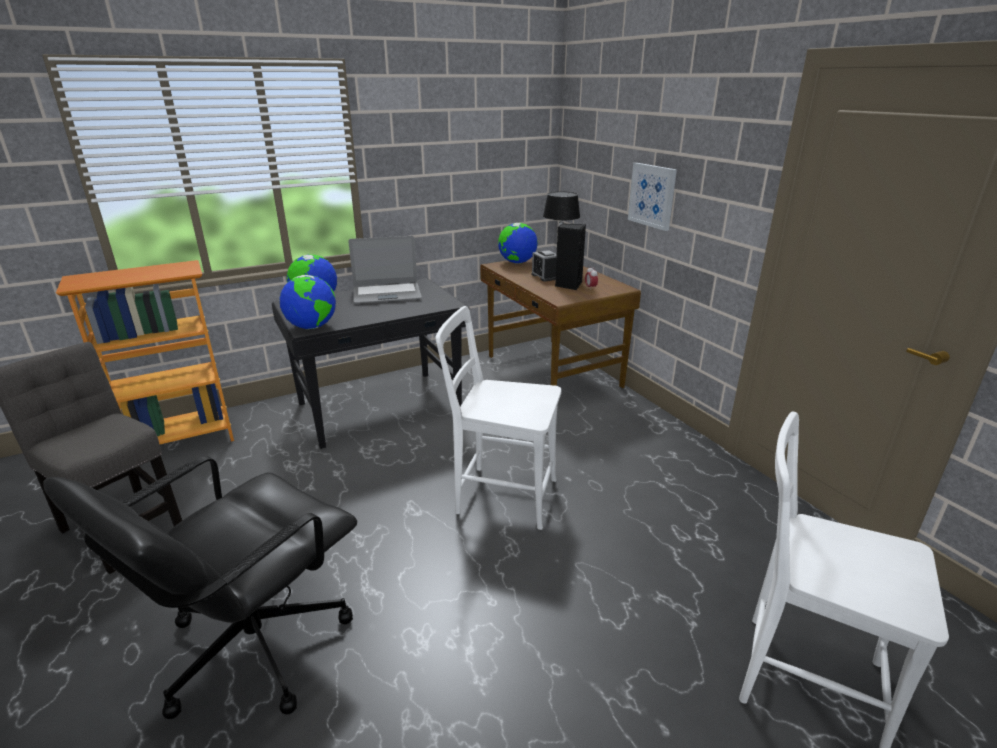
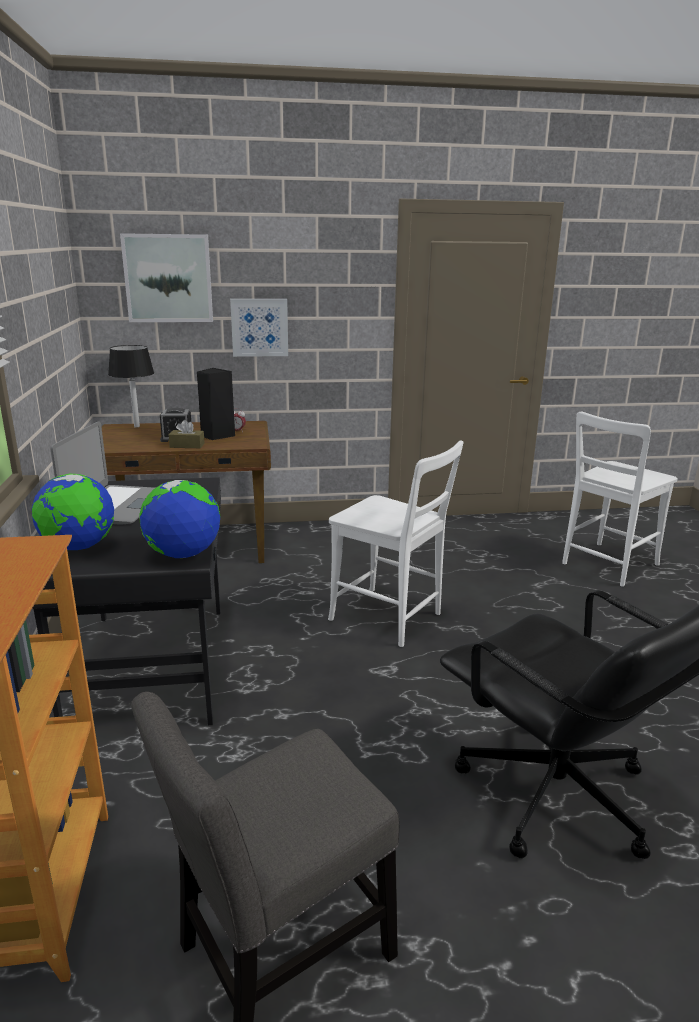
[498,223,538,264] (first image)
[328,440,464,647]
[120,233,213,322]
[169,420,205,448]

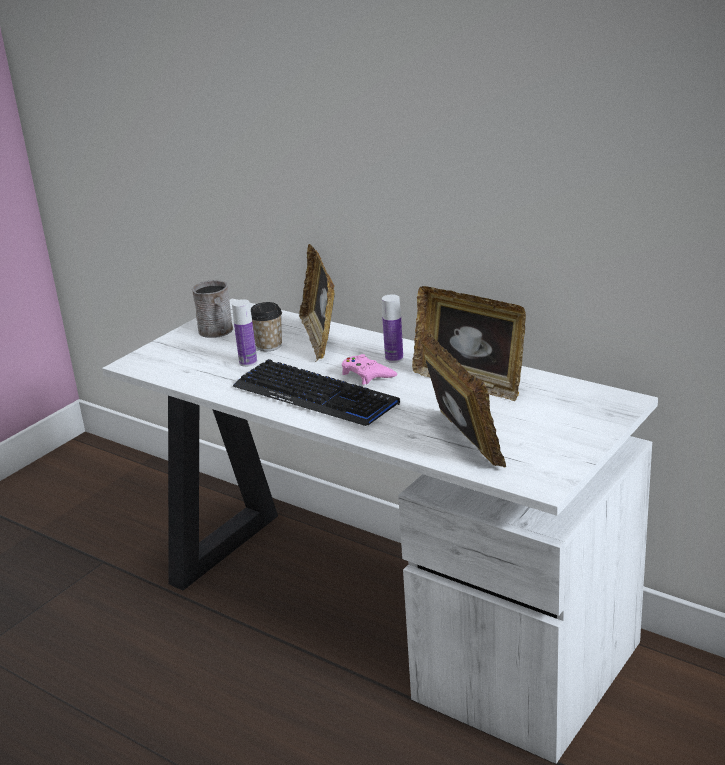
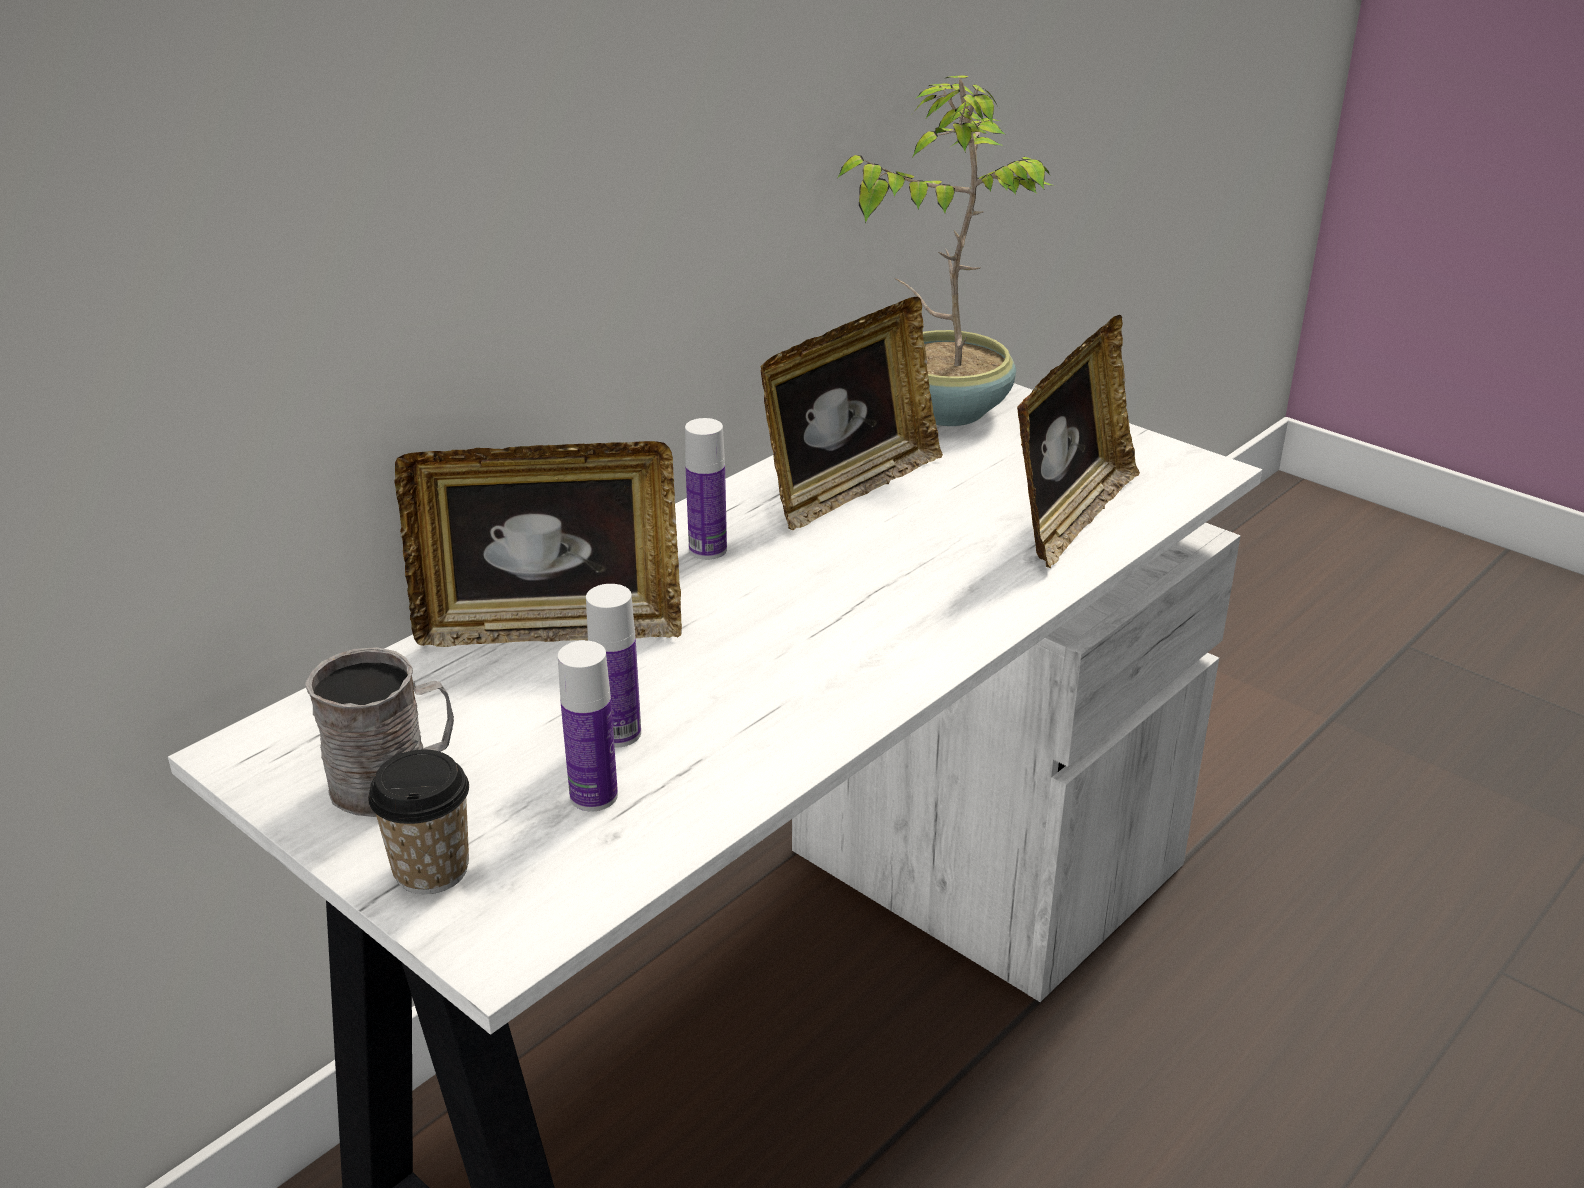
[368,750,469,894]
[1017,315,1140,568]
[342,354,397,385] (first image)
[232,359,400,426] (first image)
[838,75,1055,426]
[558,640,618,811]

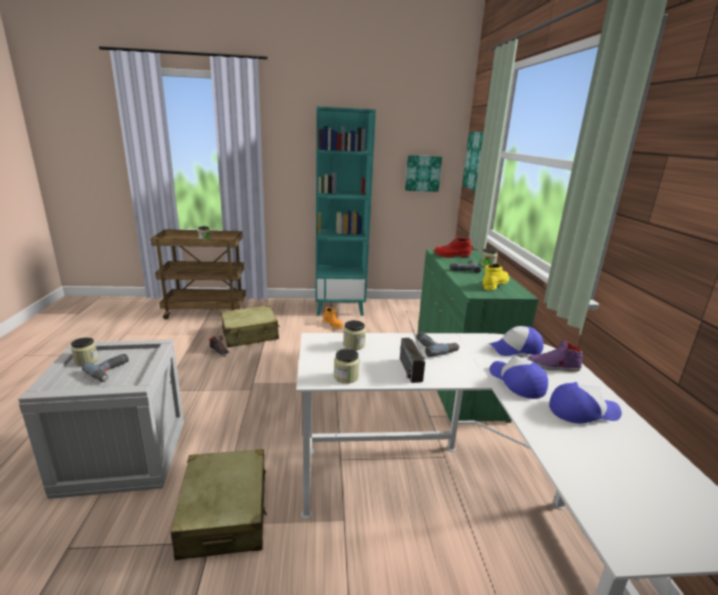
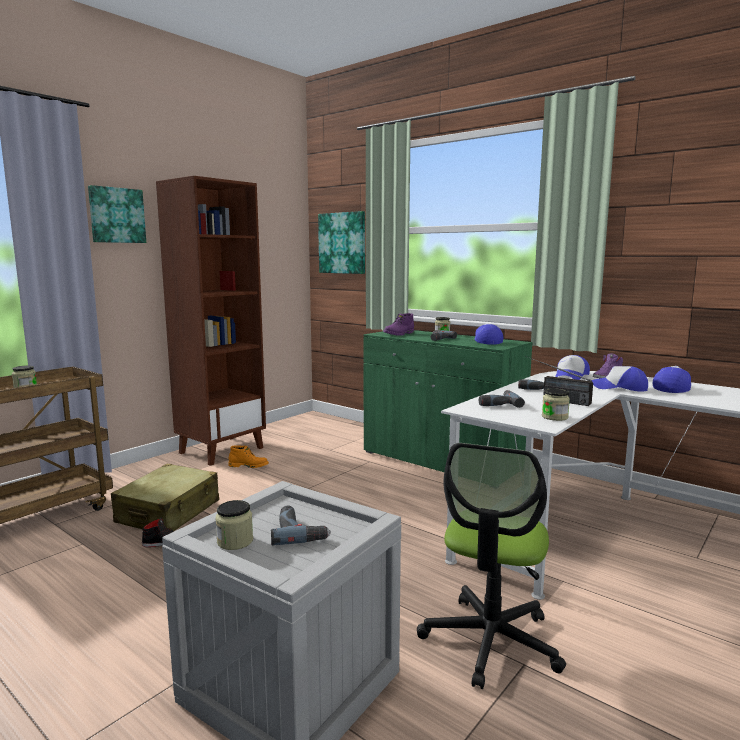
[156,176,266,466]
[88,185,146,243]
[383,313,414,336]
[474,323,503,345]
[479,390,525,408]
[417,443,566,689]

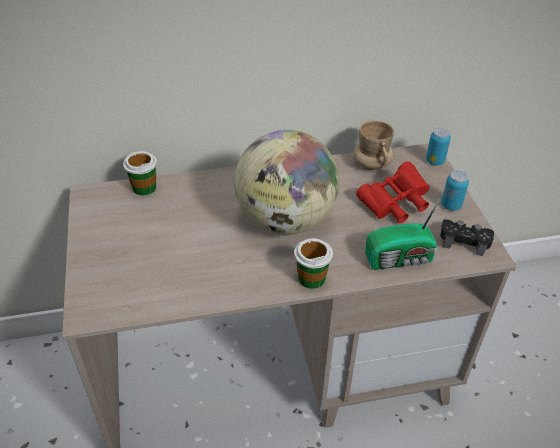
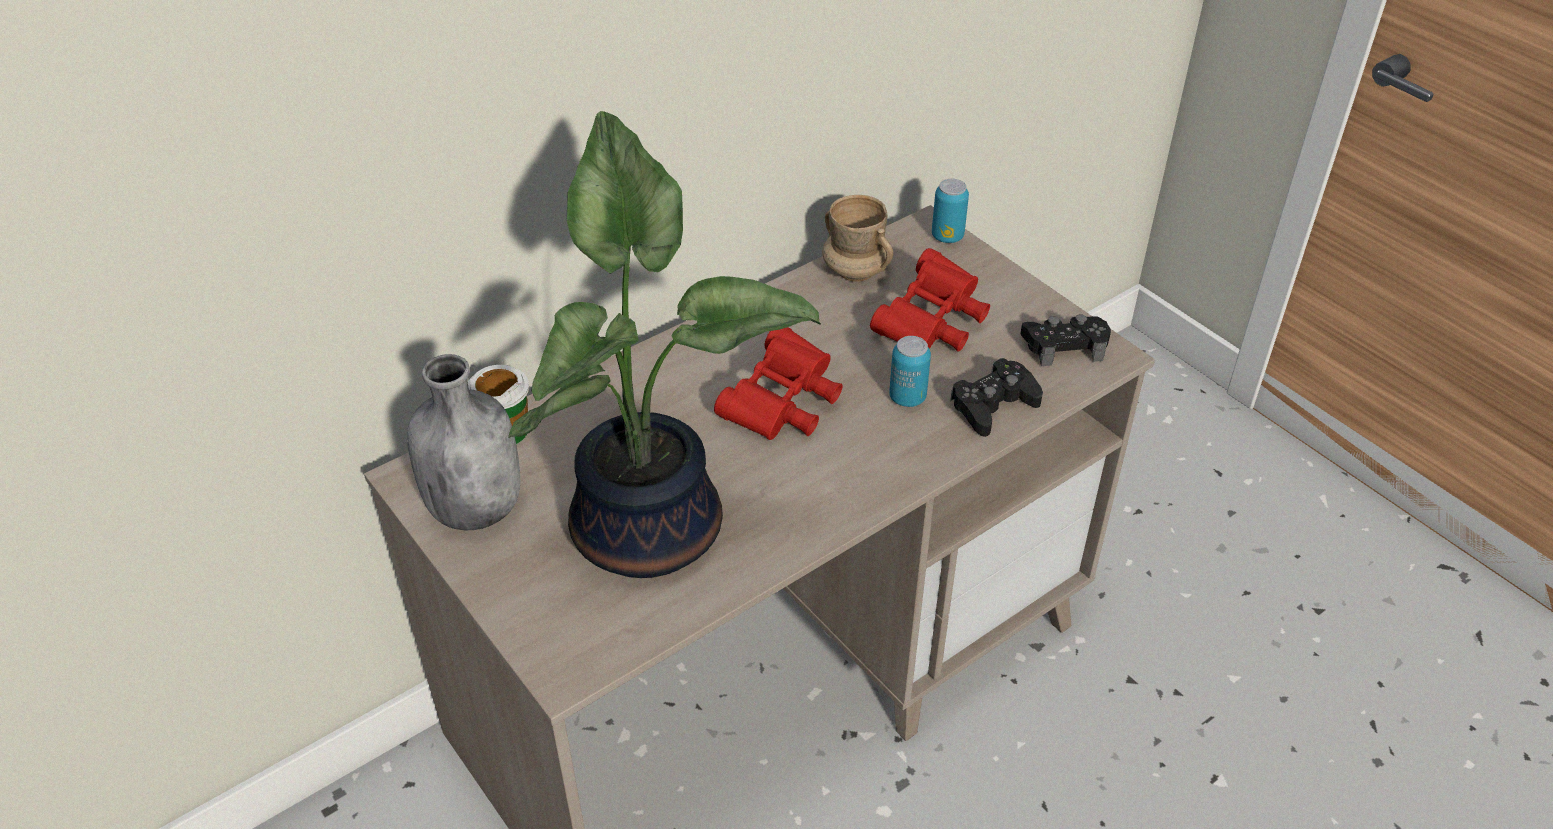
[714,327,843,440]
[889,336,931,407]
[950,358,1043,437]
[294,238,333,289] (first image)
[508,111,821,578]
[407,354,520,531]

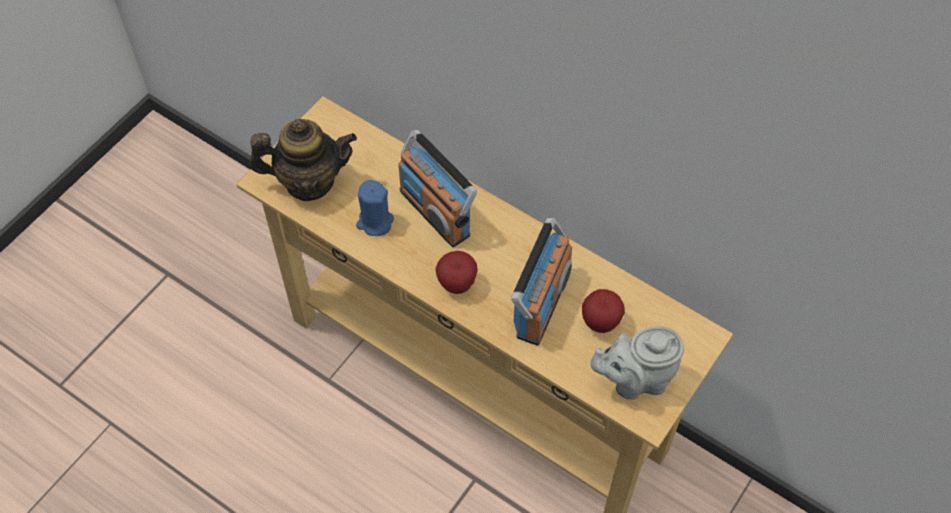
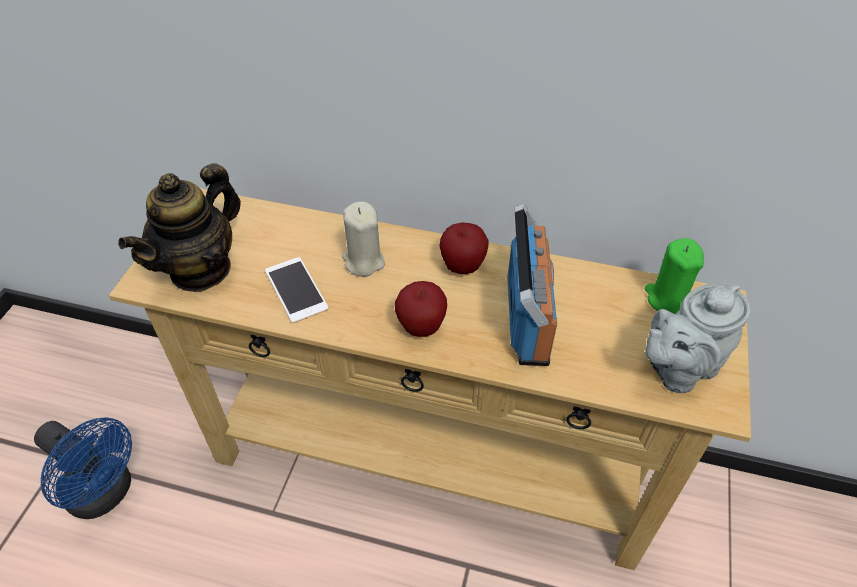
[118,163,241,292]
[342,202,385,277]
[265,257,329,323]
[440,223,489,274]
[645,238,704,314]
[34,417,132,519]

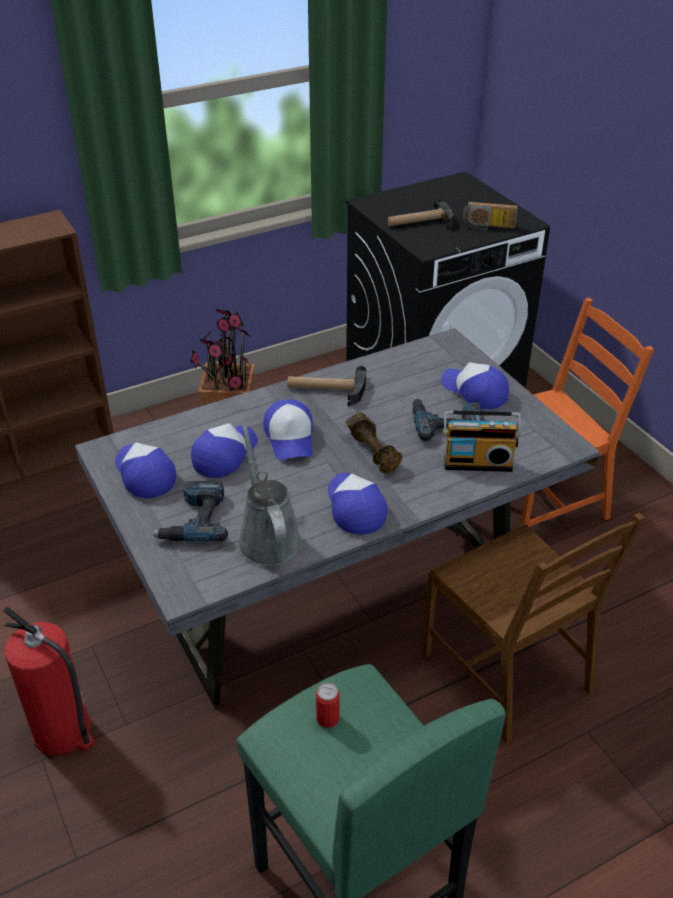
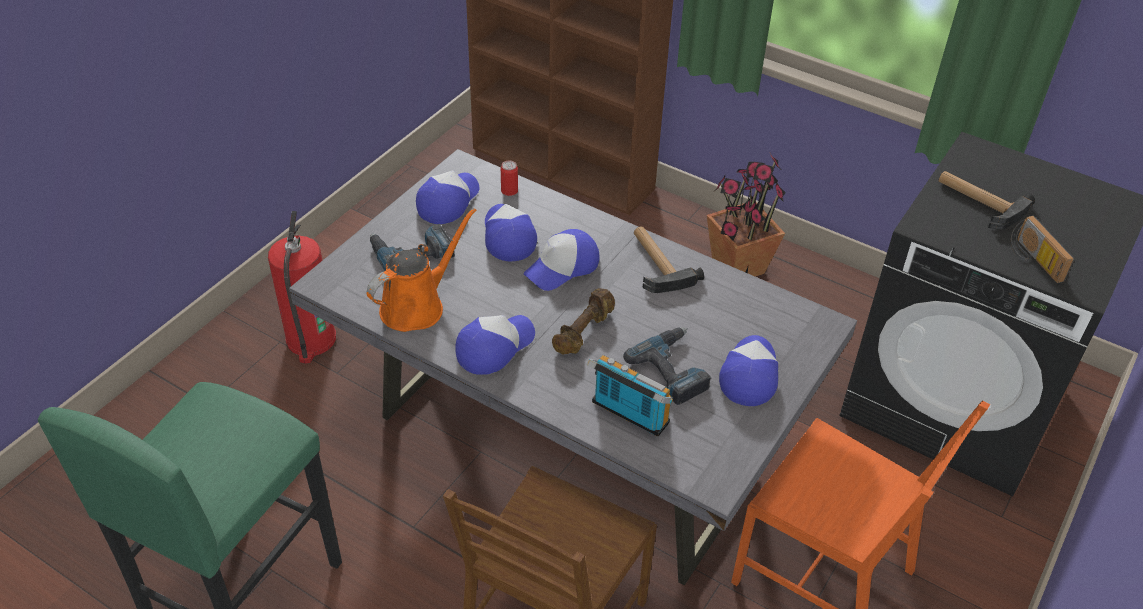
[587,355,673,436]
[485,204,537,261]
[367,208,476,332]
[501,161,518,196]

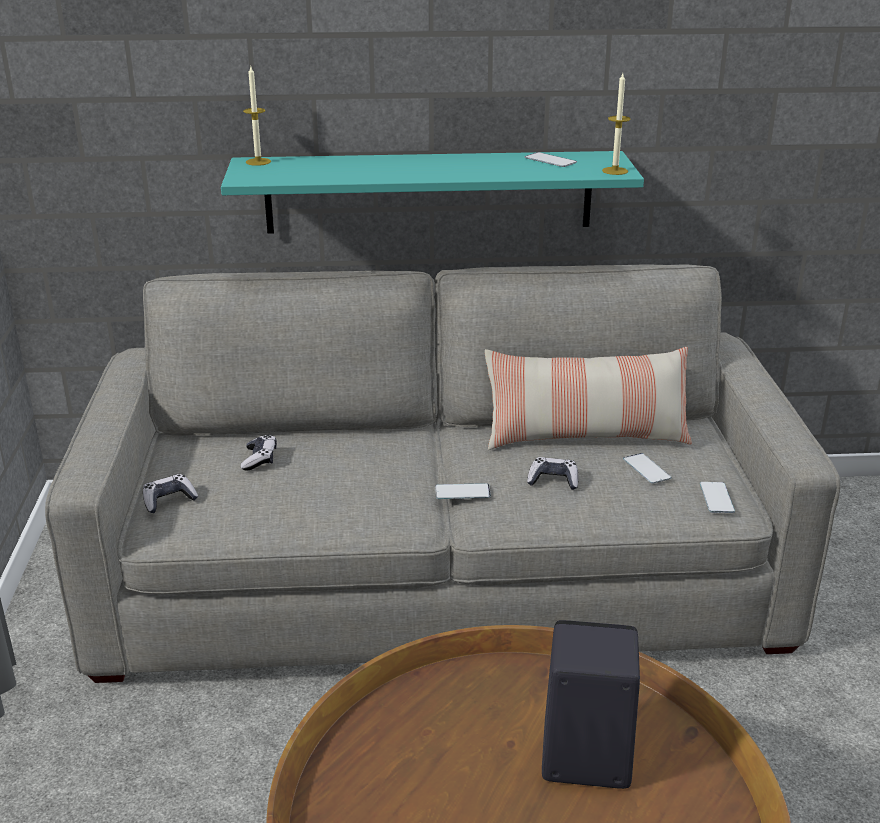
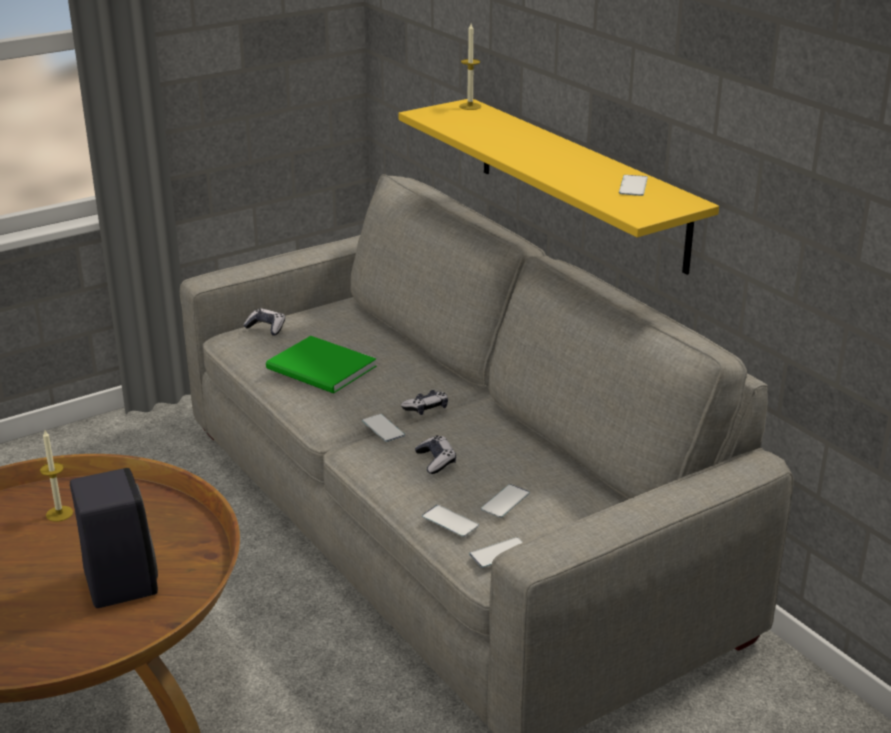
[40,430,73,522]
[398,99,719,275]
[485,347,692,450] (first image)
[401,390,448,415]
[266,336,377,394]
[422,505,479,537]

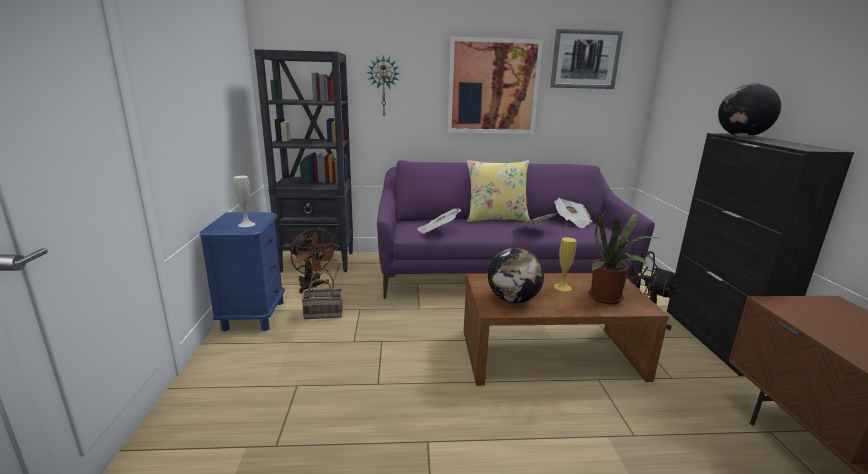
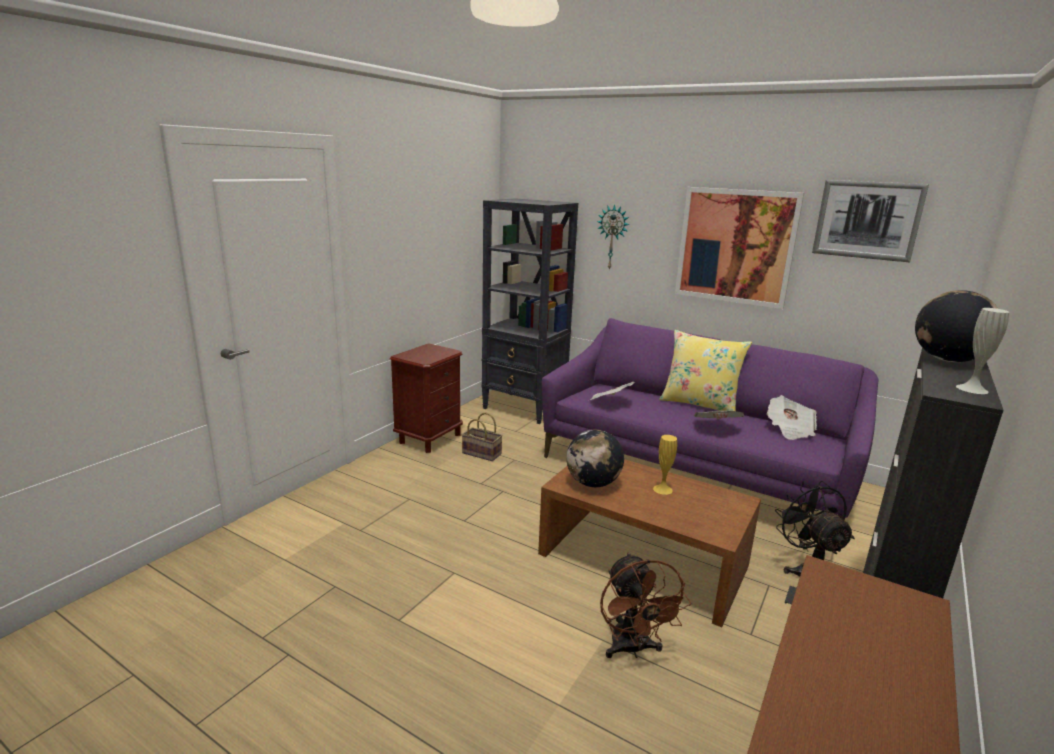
[956,308,1009,394]
[589,207,657,304] (first image)
[390,343,463,453]
[600,552,691,658]

